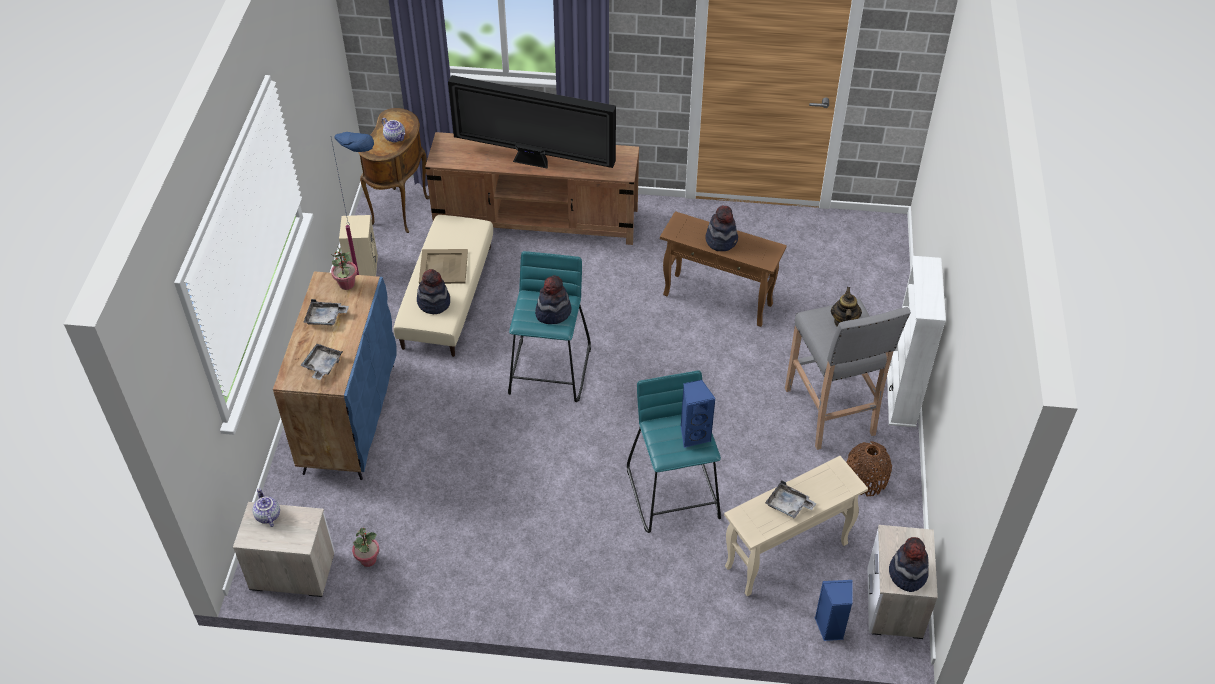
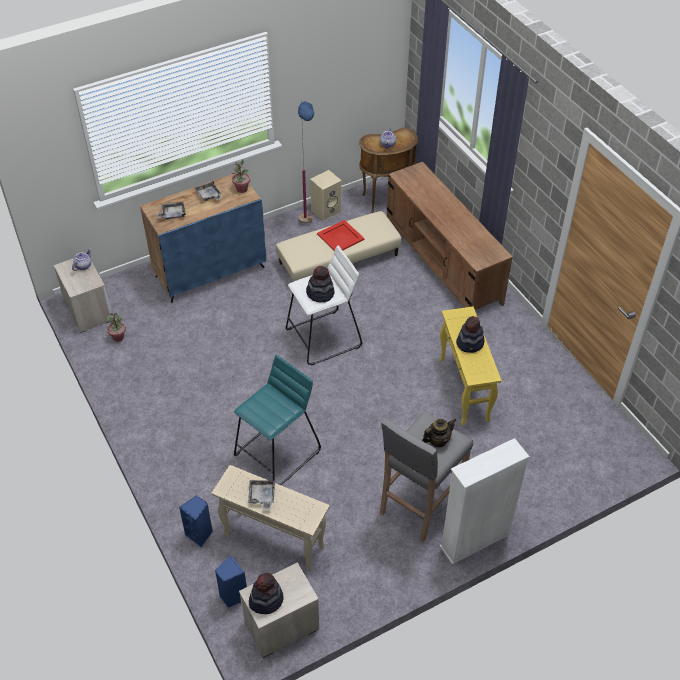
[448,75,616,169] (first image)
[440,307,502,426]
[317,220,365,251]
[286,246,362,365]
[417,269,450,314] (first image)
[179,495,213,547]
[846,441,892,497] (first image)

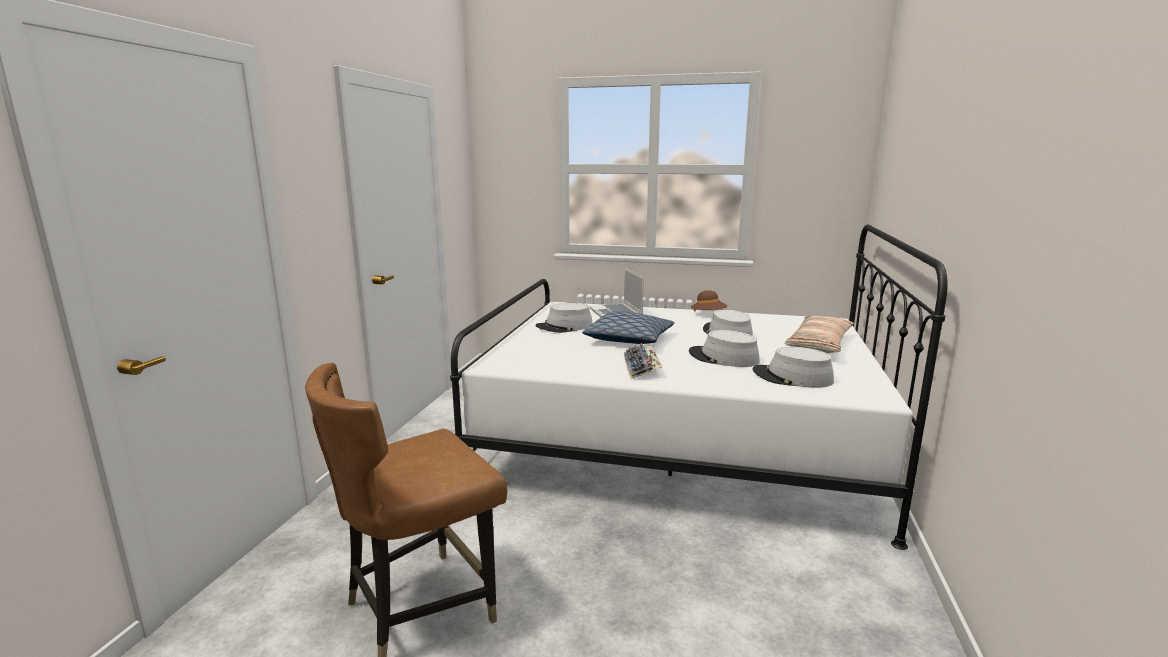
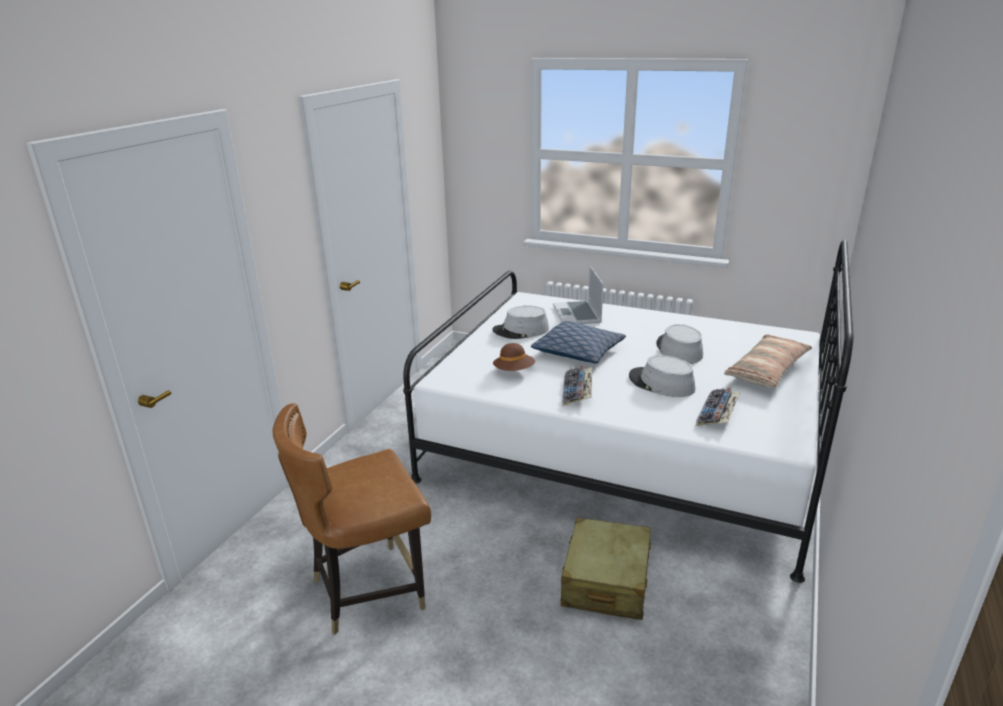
[493,343,535,371]
[695,387,741,426]
[561,517,651,620]

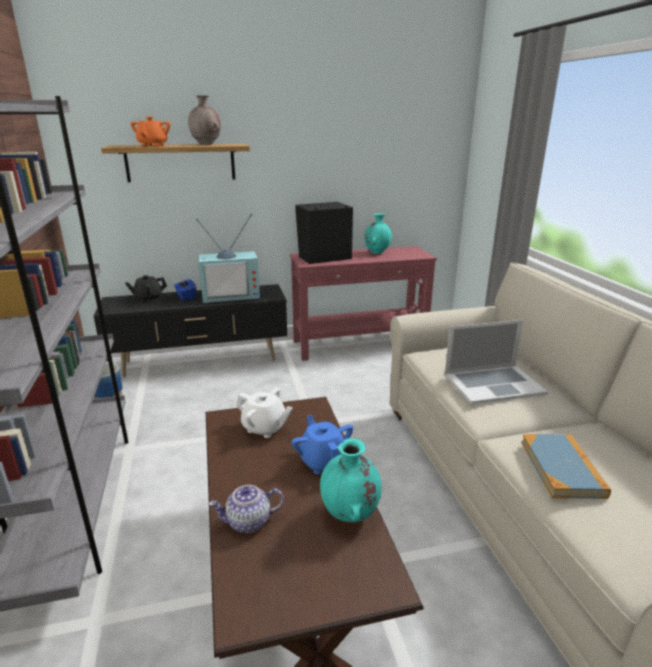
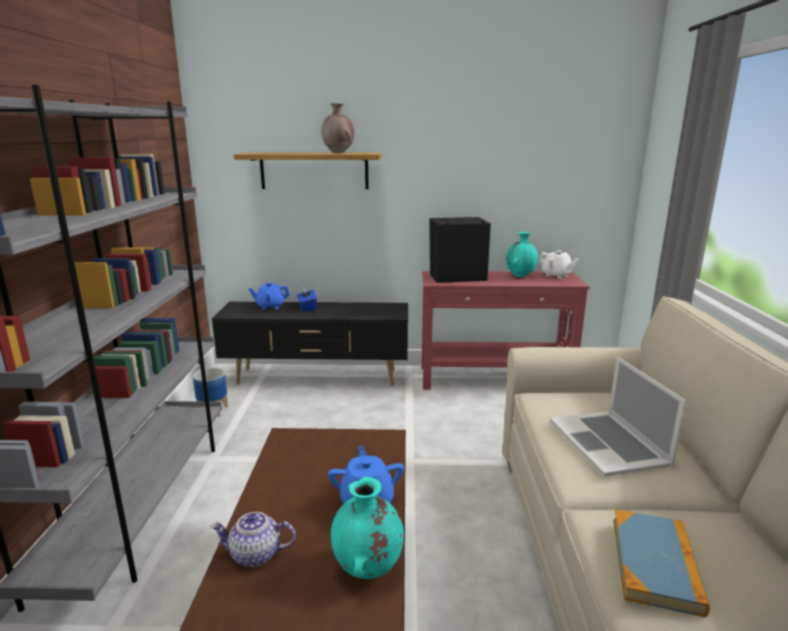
[130,116,171,147] (first image)
[196,213,260,303] (first image)
[249,282,290,310]
[550,357,686,477]
[538,250,579,279]

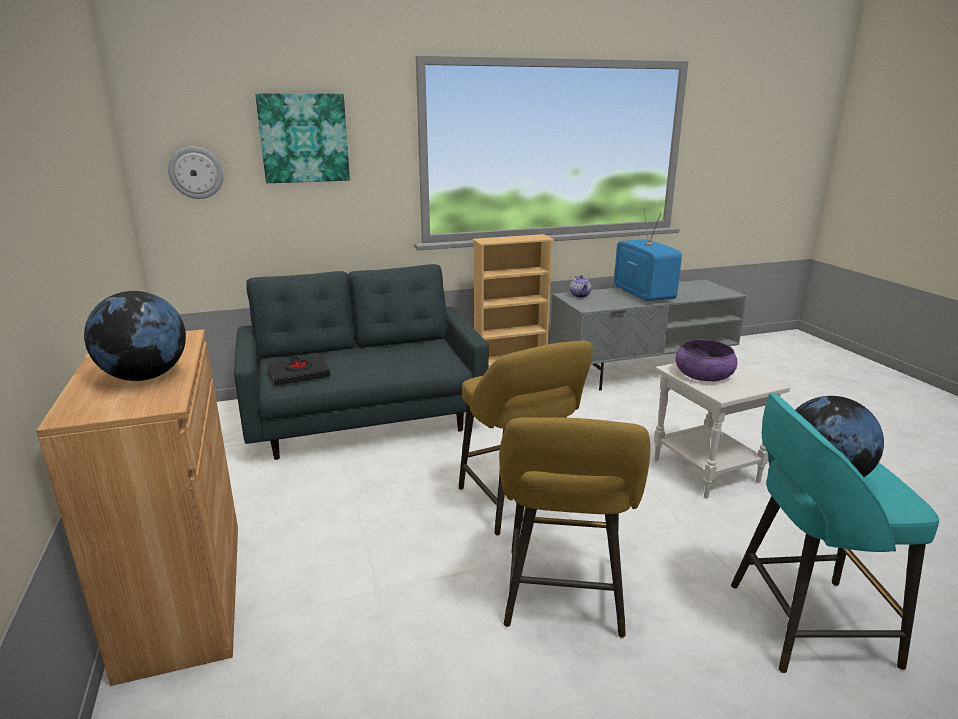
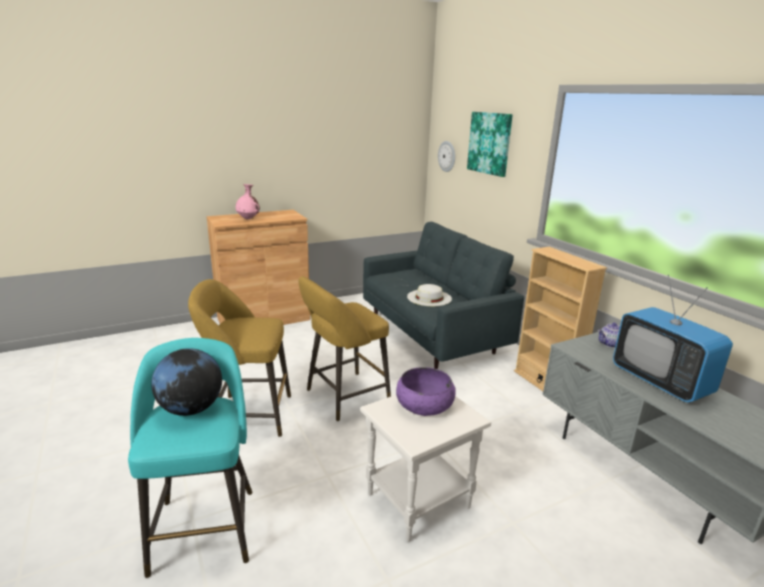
[613,275,733,402]
[236,184,260,220]
[268,355,330,386] (first image)
[407,284,452,306]

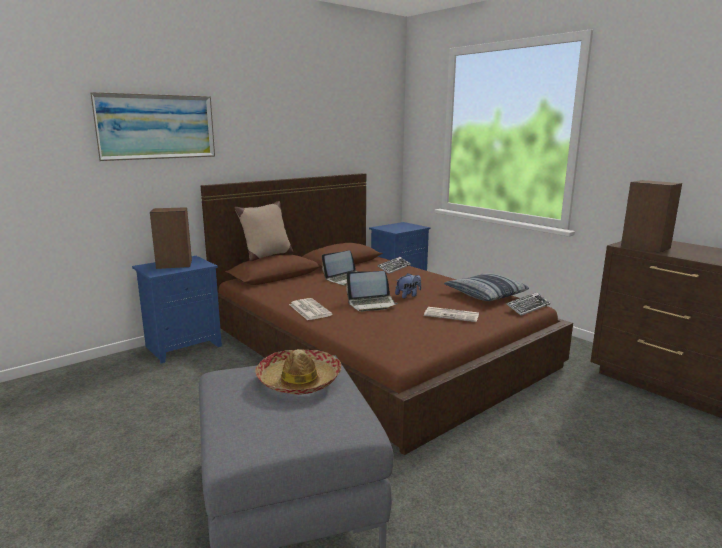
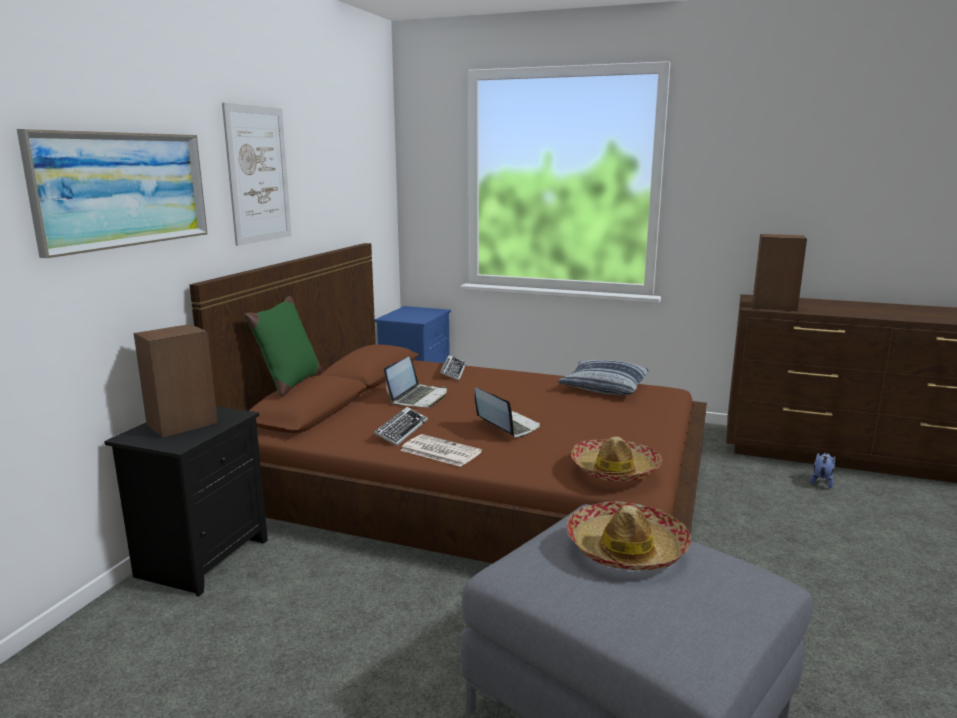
[244,296,322,396]
[104,406,268,597]
[475,387,540,438]
[810,453,836,488]
[374,407,428,446]
[424,307,479,322] (first image)
[222,103,292,246]
[571,437,662,482]

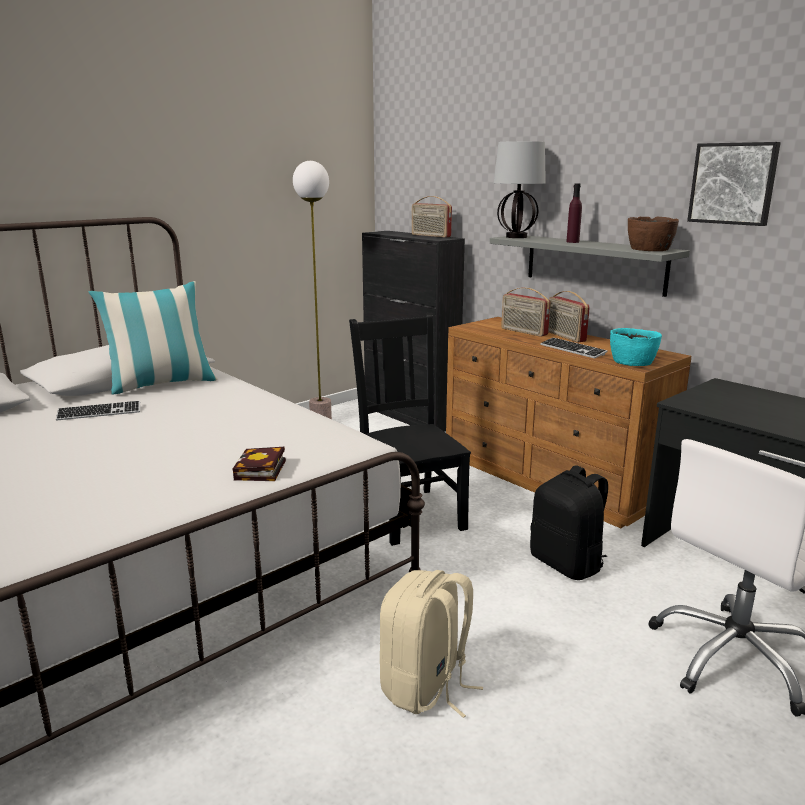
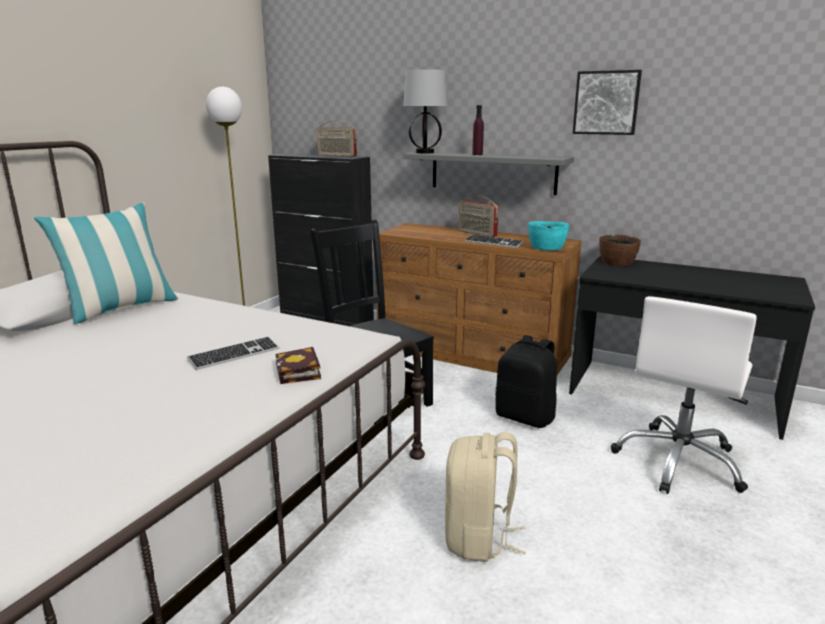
[599,234,641,266]
[501,288,550,337] (first image)
[187,336,279,370]

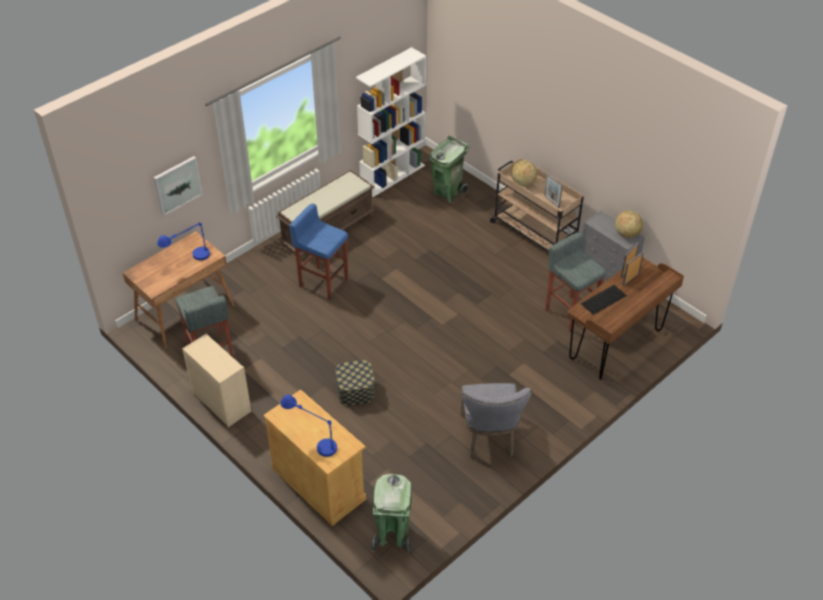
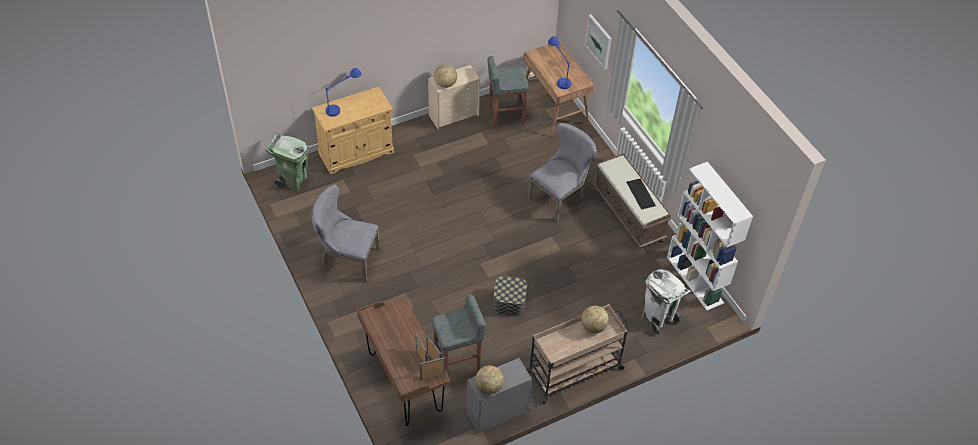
[643,269,691,335]
[420,357,445,380]
[527,123,597,222]
[626,178,656,210]
[493,276,527,316]
[434,64,457,88]

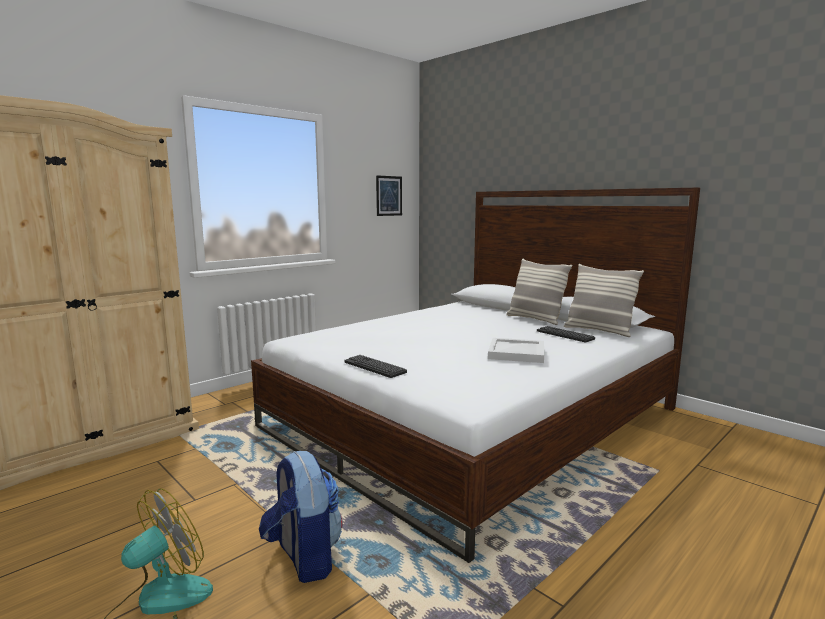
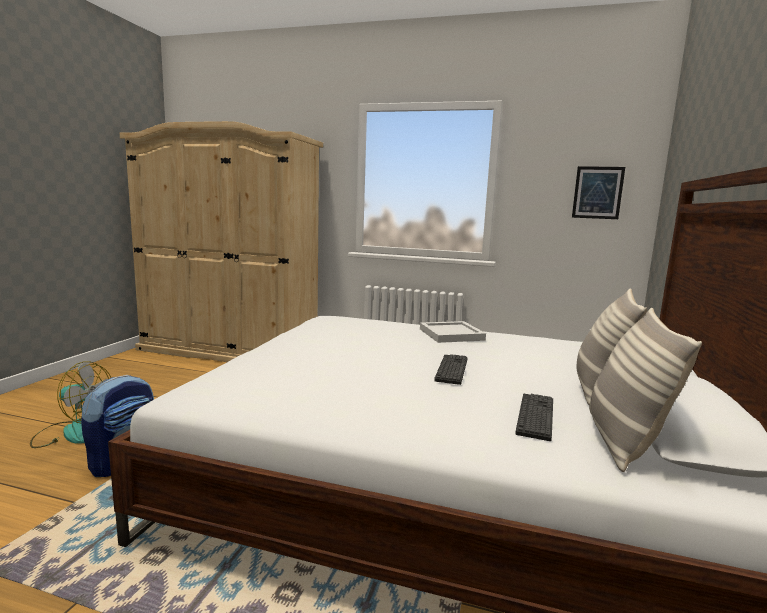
[420,321,486,343]
[434,354,468,385]

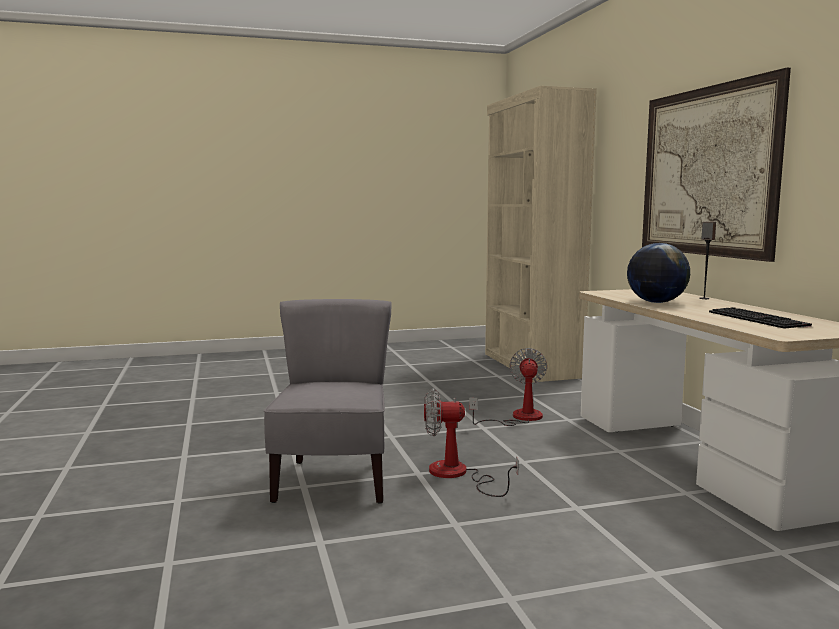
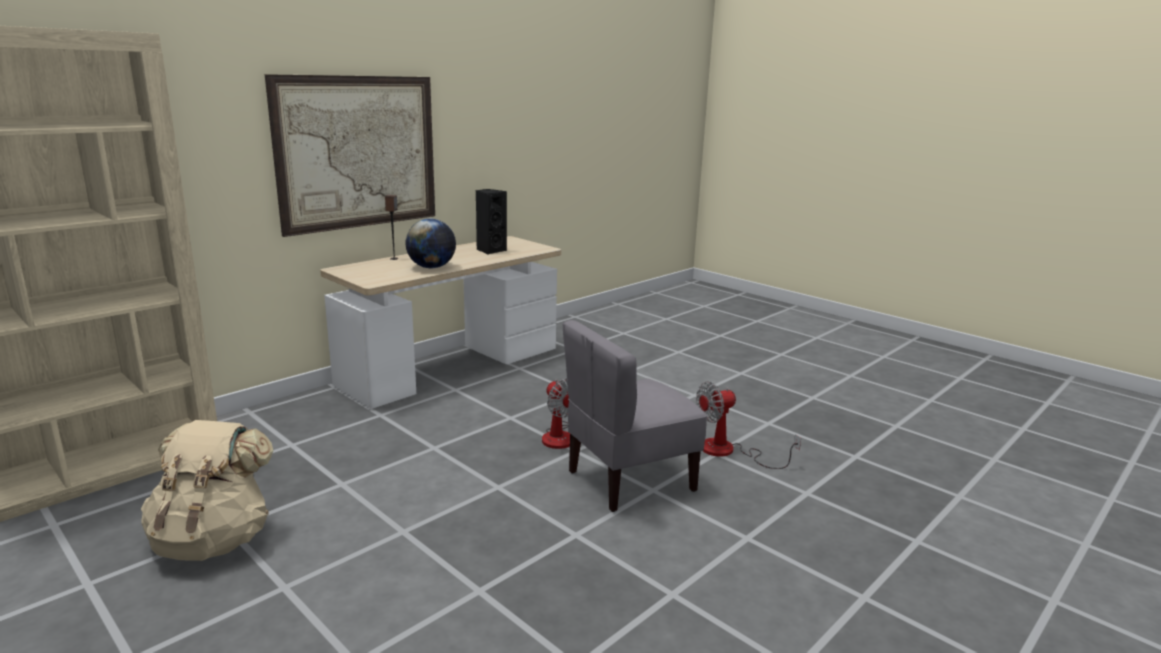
[476,189,507,254]
[696,381,801,469]
[141,420,273,561]

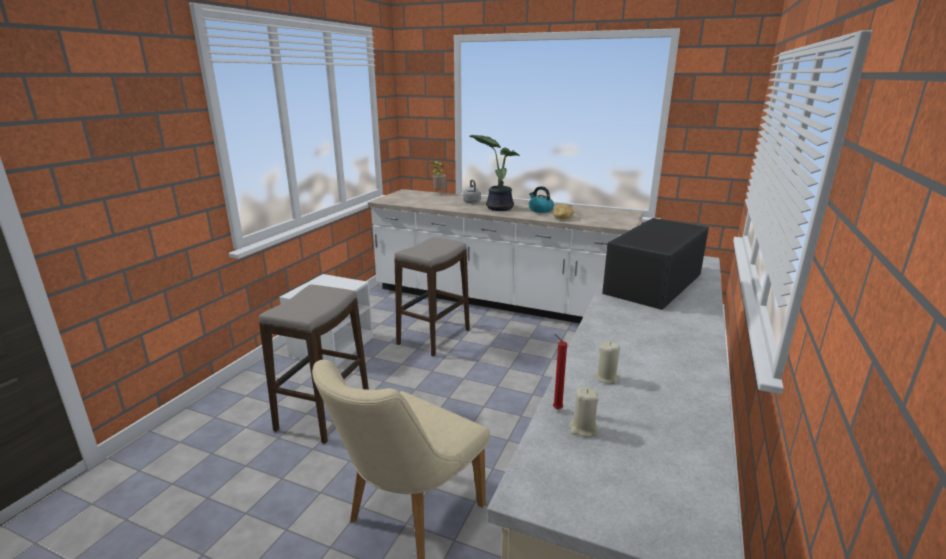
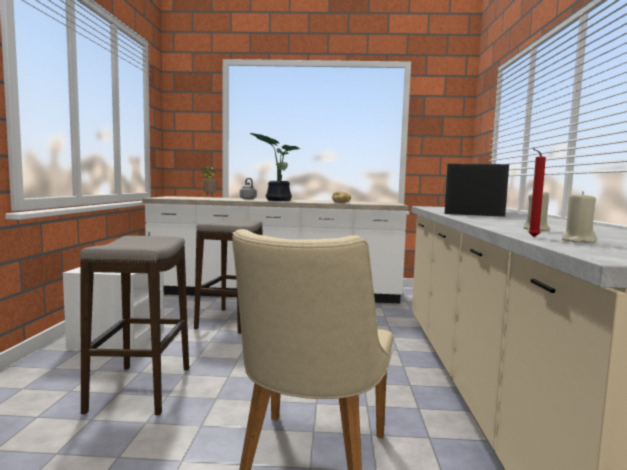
[529,186,554,213] (first image)

